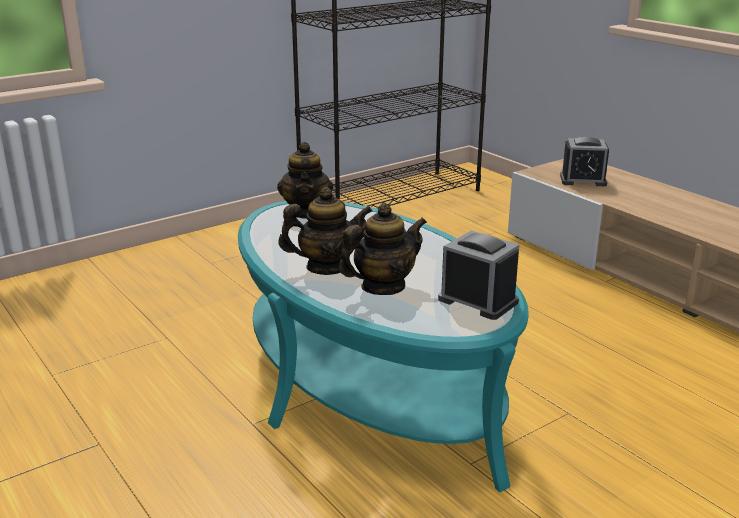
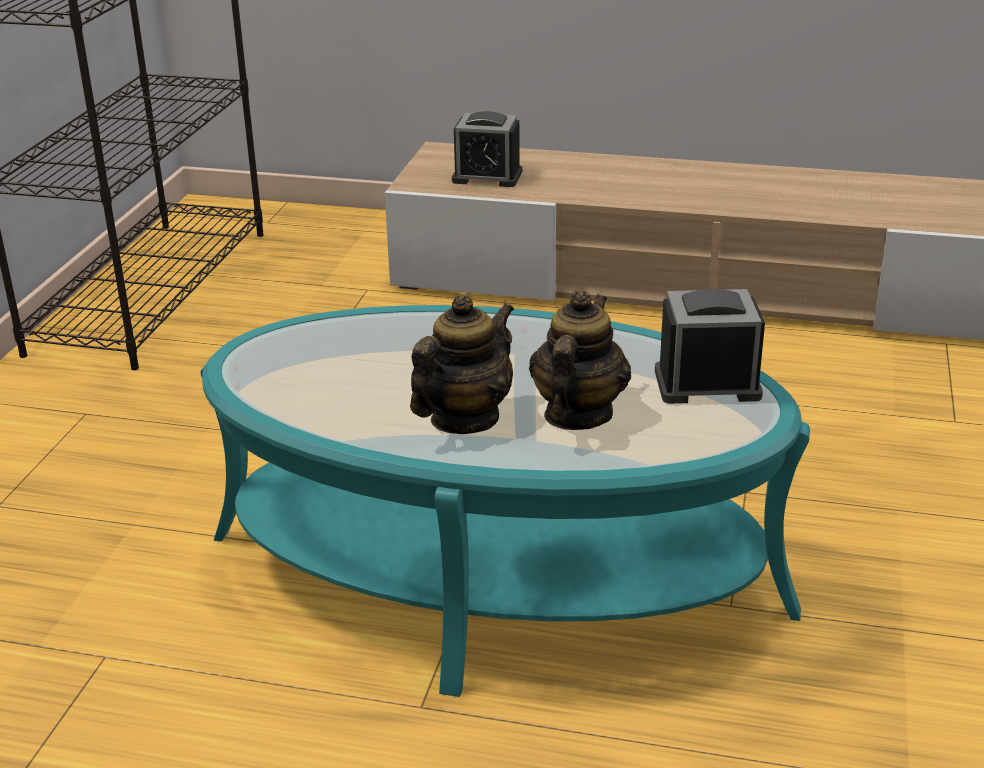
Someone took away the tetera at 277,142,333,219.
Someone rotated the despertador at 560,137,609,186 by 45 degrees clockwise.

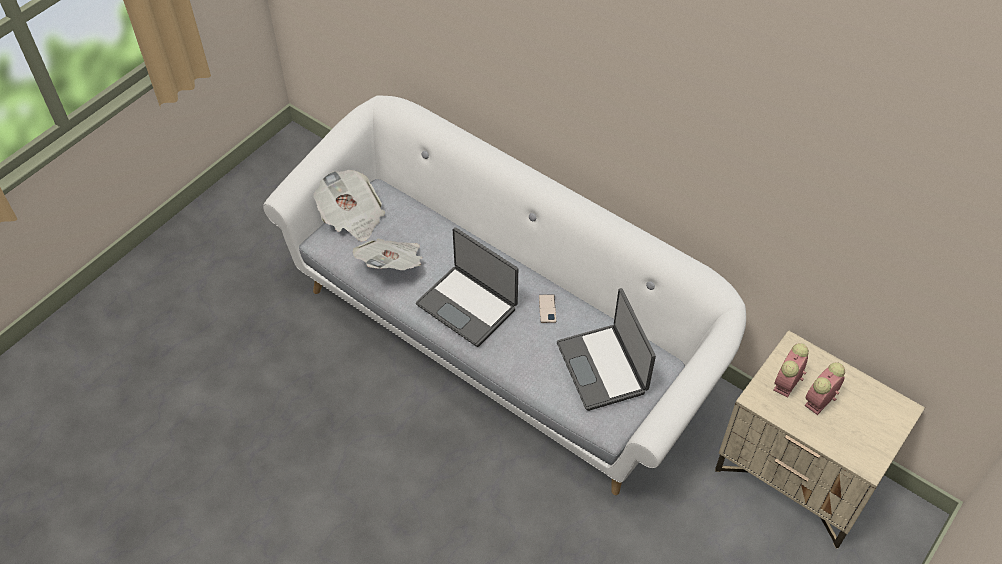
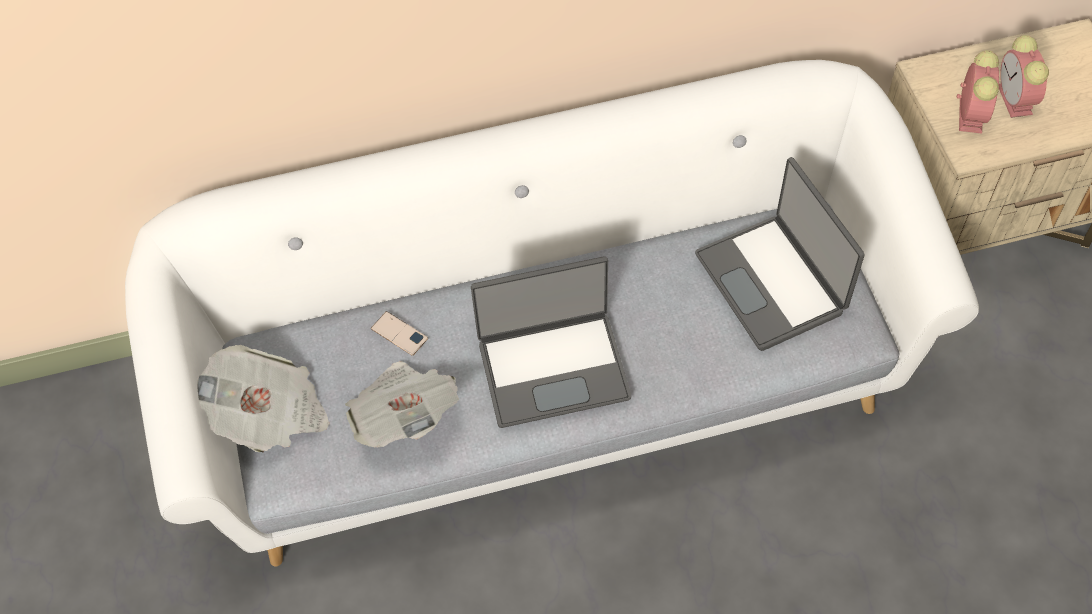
Someone carried the móvil from 539,294,556,323 to 371,311,428,356.
Someone rotated the portátil at 557,288,656,411 by 45 degrees clockwise.
Someone rotated the despertador at 773,343,809,398 by 150 degrees counterclockwise.

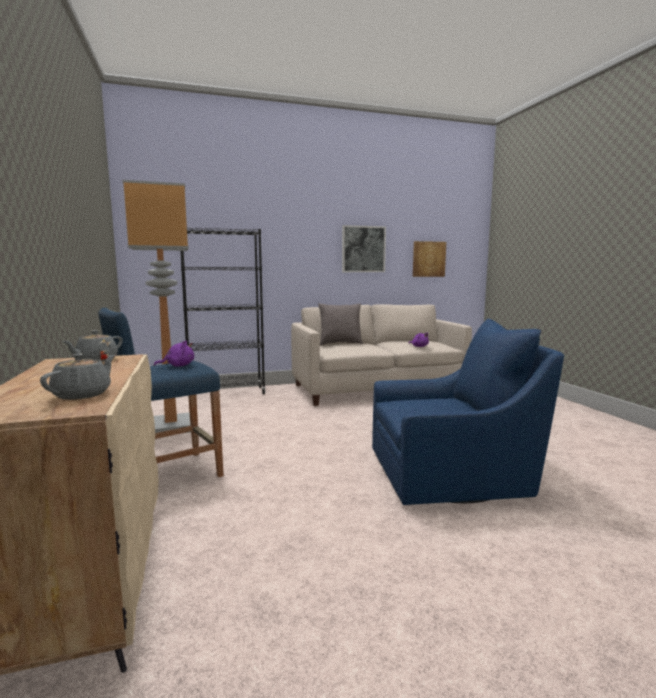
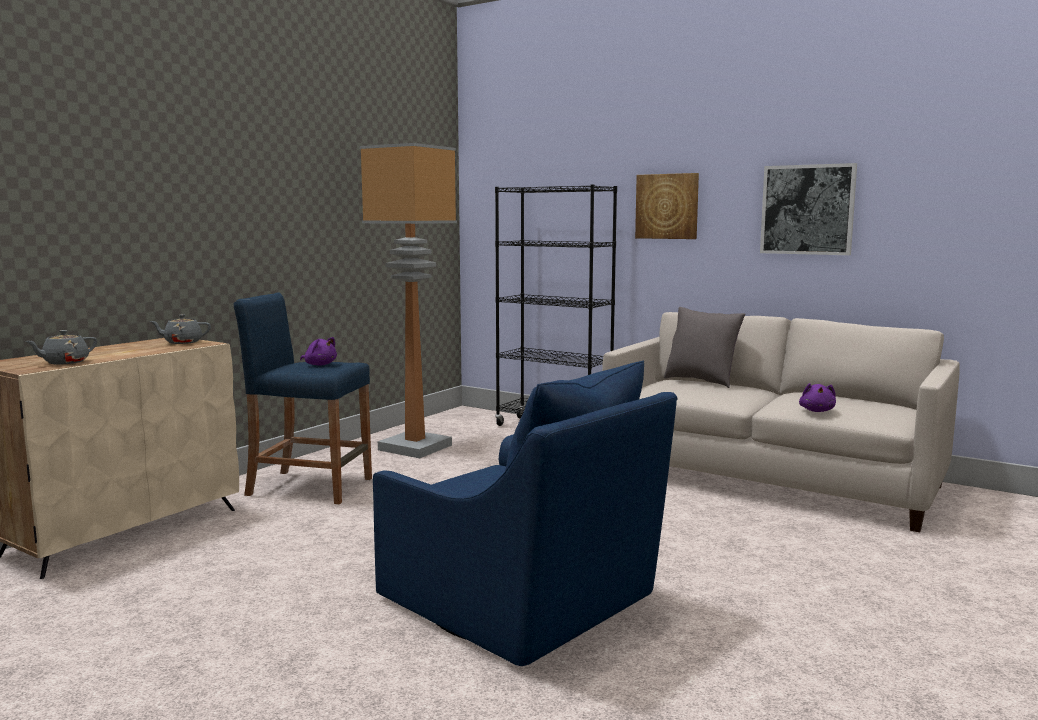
Someone rotated the tetera (gris) at 40,354,115,400 by 150 degrees clockwise.
Someone carried the cuadro from 413,241,446,277 to 635,173,699,239.

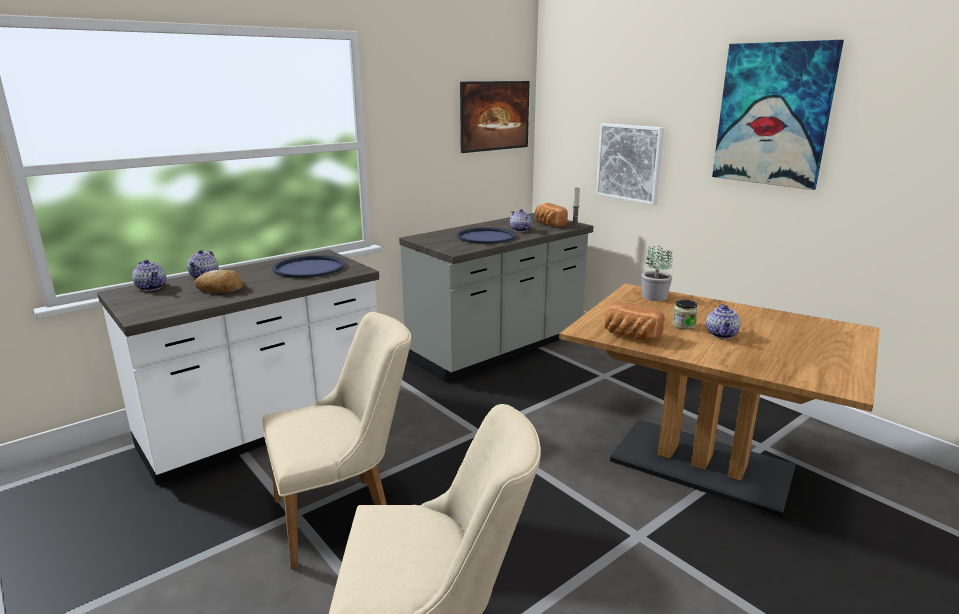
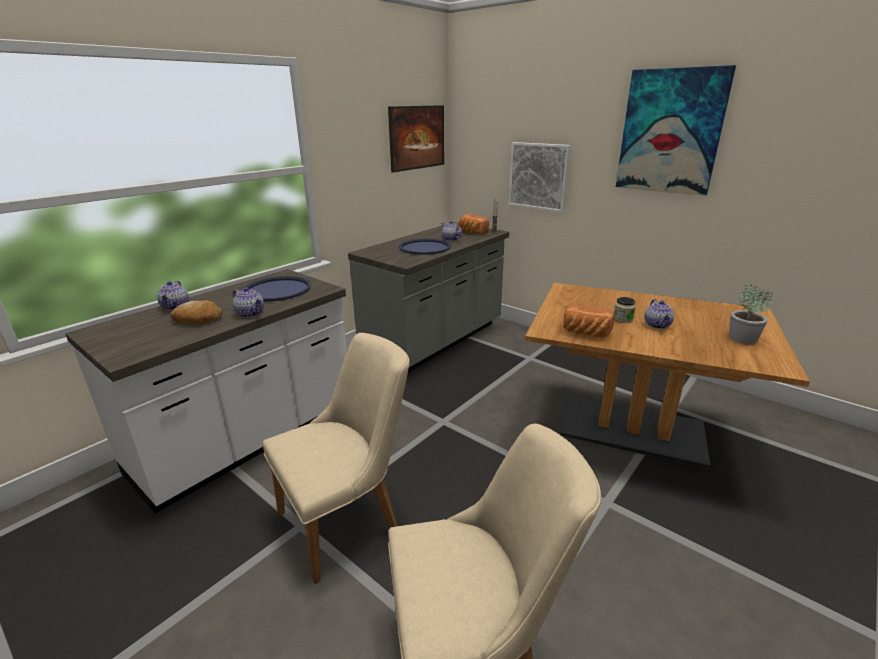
Someone carried the tetera from 132,260,166,291 to 233,287,264,318.
Someone carried the planta en maceta from 641,245,673,301 to 729,285,773,344.

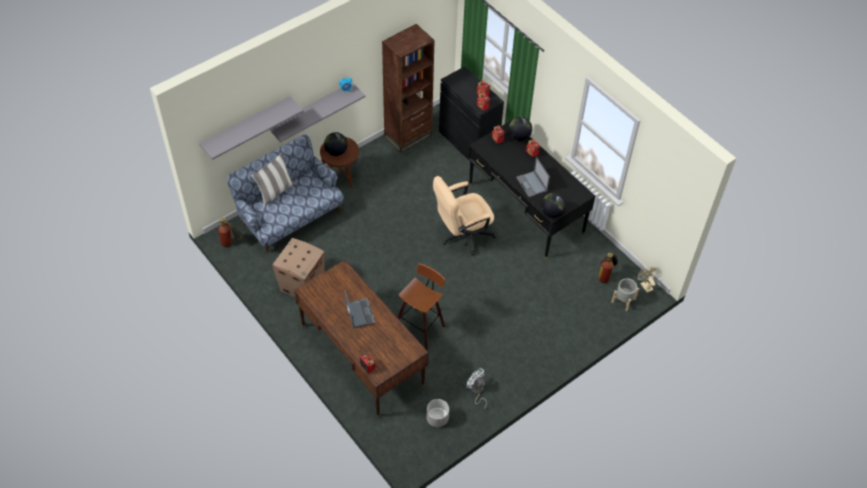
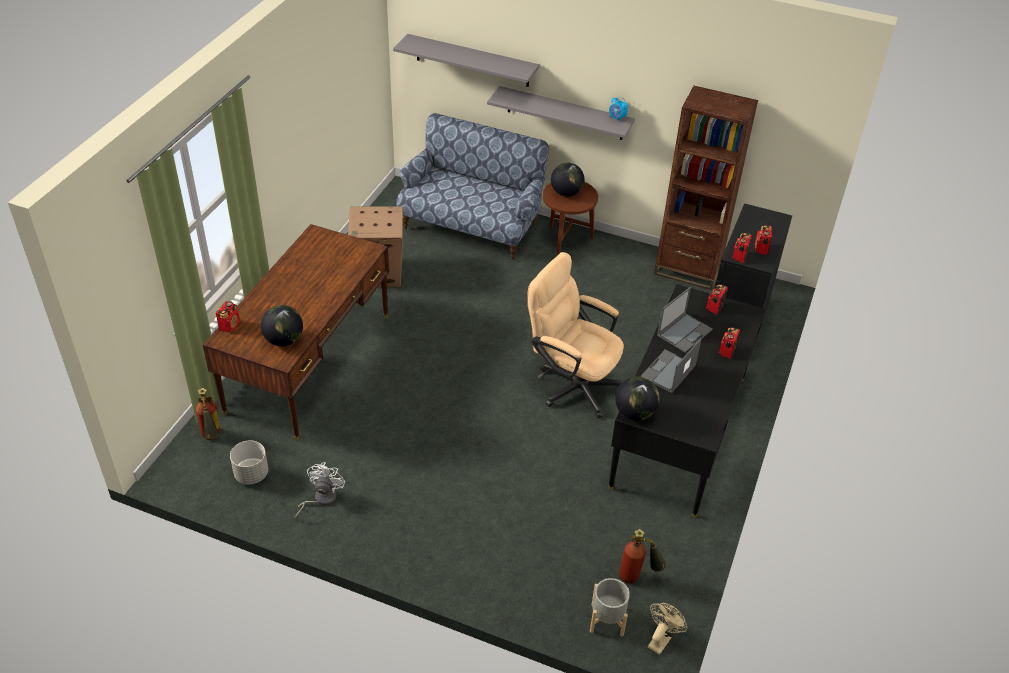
Someone carried the extintor from 219,217,243,247 to 196,388,220,440.
Someone took away the cojín at 251,152,295,207.
Someone carried the portátil from 344,290,376,329 to 657,287,713,352.
Someone took away the taburete at 398,263,445,351.
Someone carried the globo terráqueo from 508,117,532,141 to 261,305,303,346.

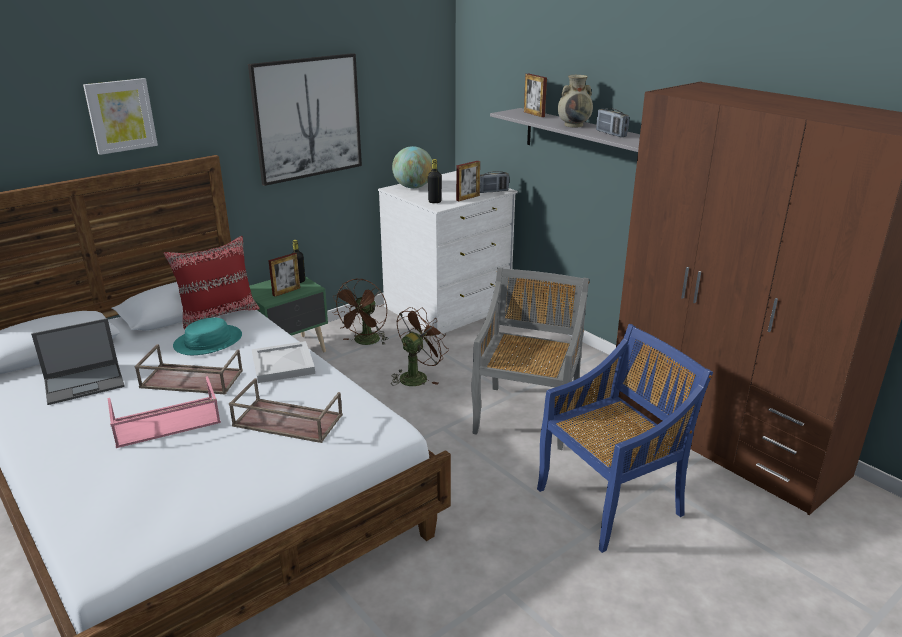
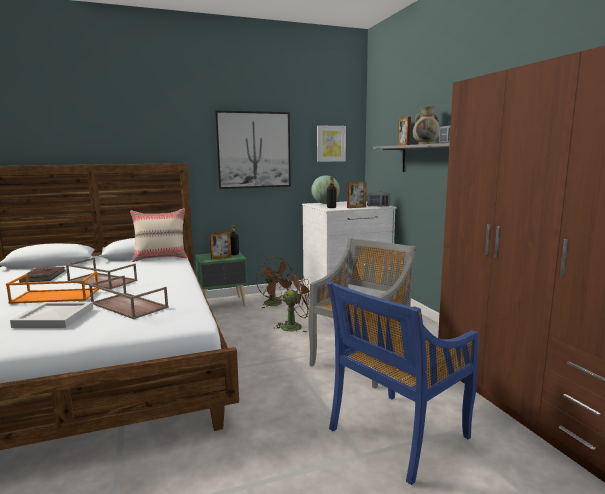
Someone swapped the portátil at 31,318,125,405 for the libro (marrón) at 19,267,67,283.
Someone carried the cuadro from 83,78,158,155 to 317,125,346,162.
Someone repainted the bandeja (rosa) at 108,376,221,448, which became the bandeja (naranja) at 6,271,99,304.
Someone repainted the cojín (rojo) at 164,236,260,329, which became the cojín (beis) at 130,208,188,262.
Someone took away the sombrero (turquesa) at 173,317,242,355.
Someone carried the bandeja (blanco) from 252,341,315,383 to 10,302,94,328.
Someone rotated the ventilador (marrón) at 333,279,389,345 by 75 degrees counterclockwise.
Someone rotated the silla (azul) at 537,324,713,553 by 150 degrees clockwise.

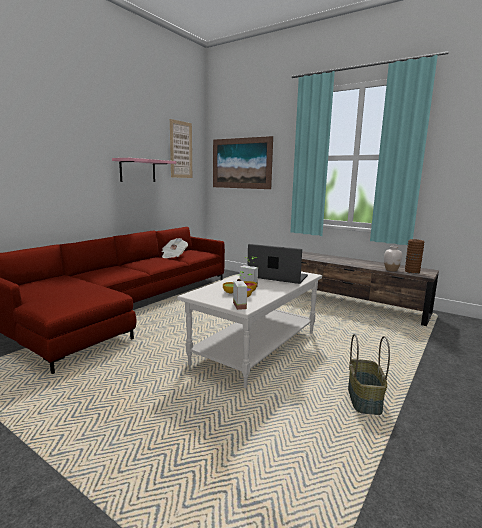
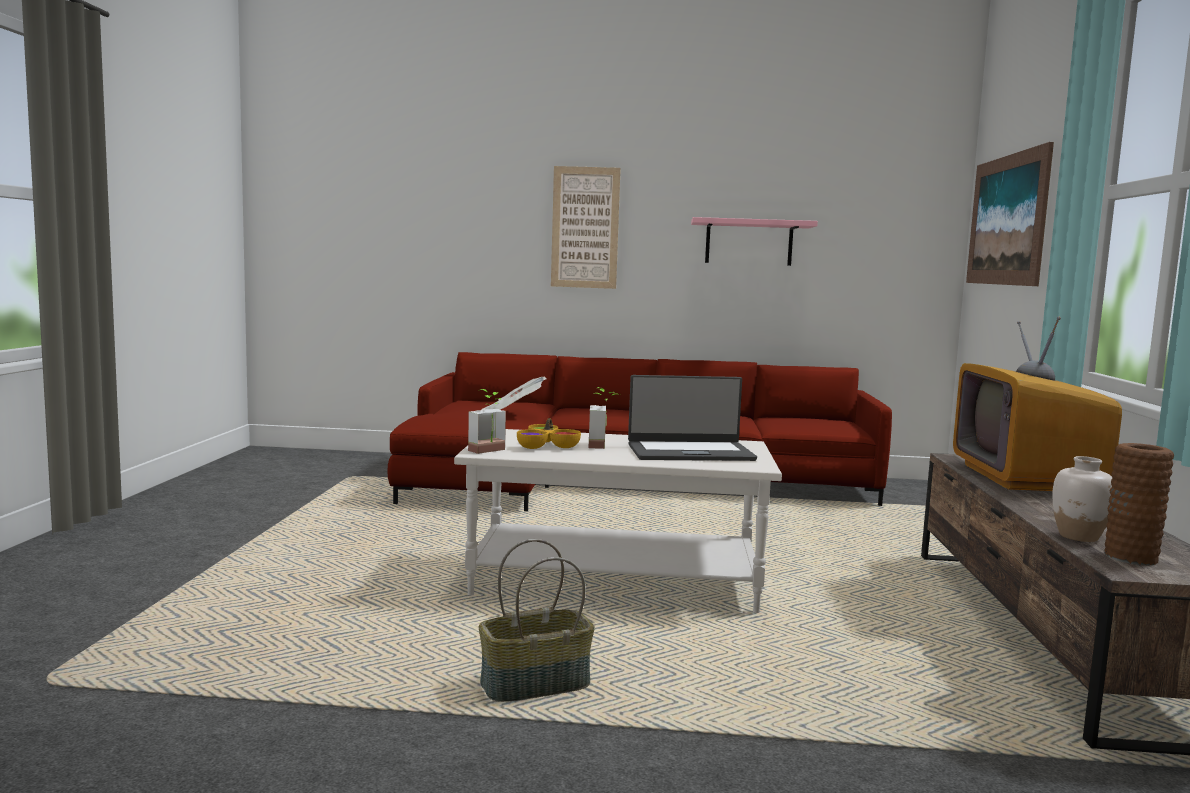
Someone carried the periódico from 162,238,188,258 to 482,377,547,410.
Someone carried the cuadro from 170,119,192,178 to 551,166,621,289.
Someone rotated the portátil at 247,244,308,284 by 90 degrees clockwise.
Someone put down the televisor at 953,316,1122,491.

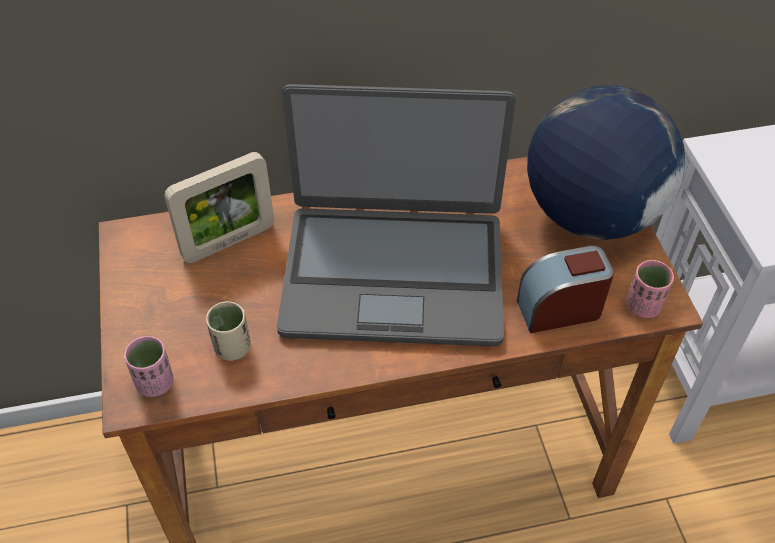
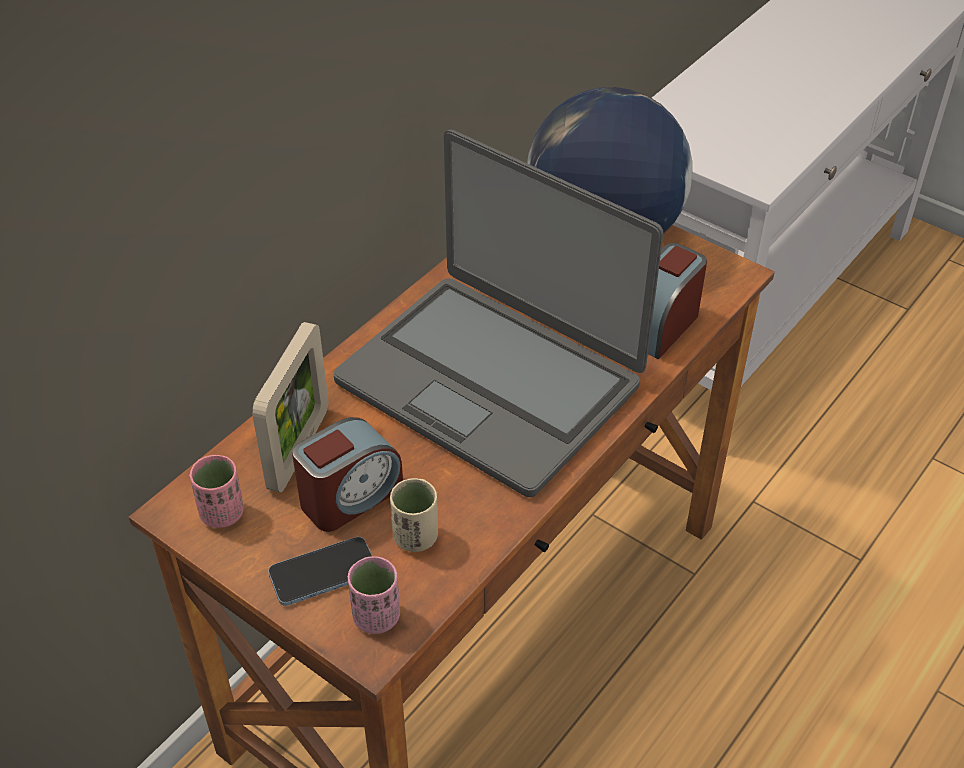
Someone rotated the portátil at 277,84,516,346 by 75 degrees clockwise.
Someone carried the taza (rosa) from 626,260,674,318 to 189,455,244,528.
Someone put down the móvil at 268,537,372,606.
Someone put down the despertador at 292,417,403,532.

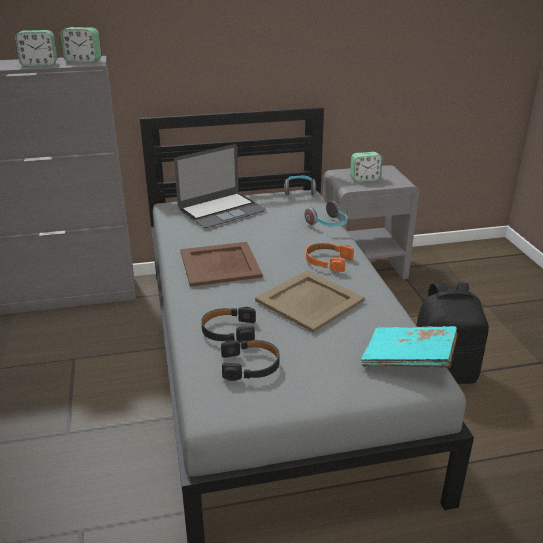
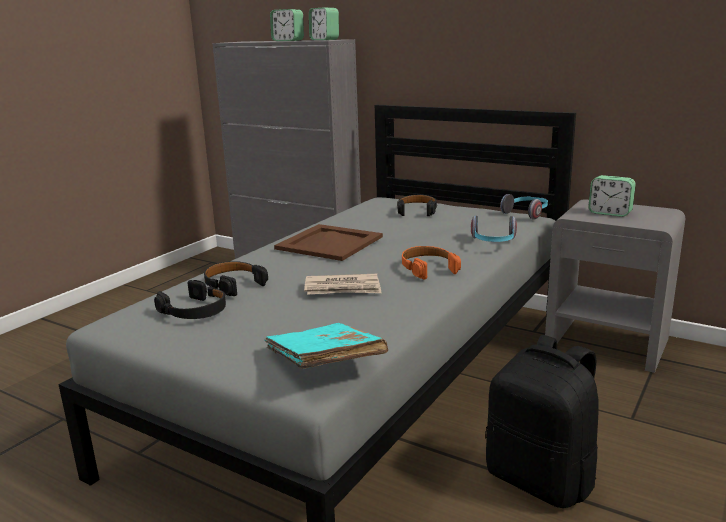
Someone swapped the portátil at 174,144,266,228 for the auriculares (negro) at 397,195,437,216.
Someone swapped the bandeja (beis) at 255,270,365,333 for the periódico at 304,274,382,295.

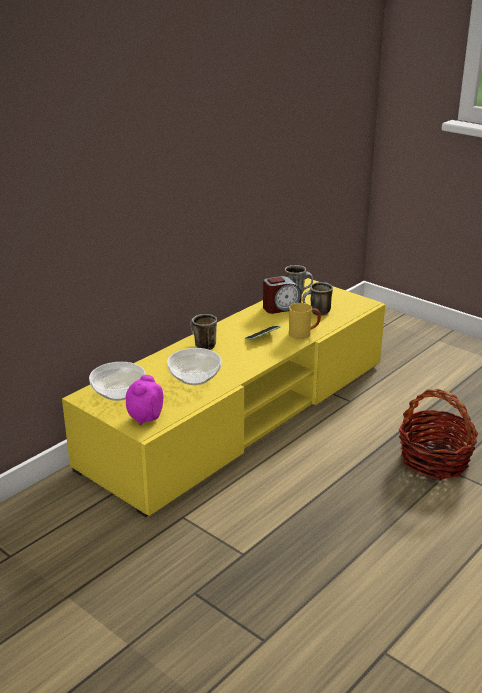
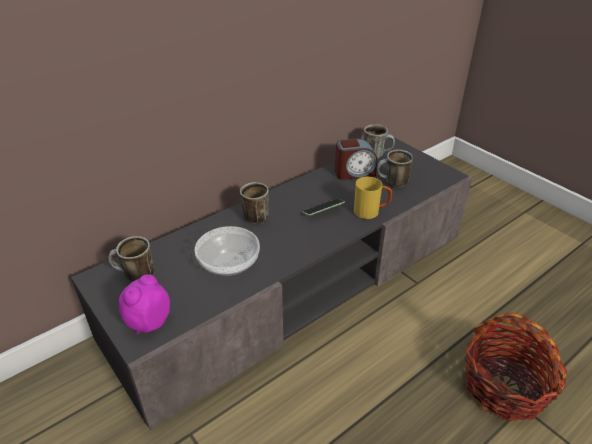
Someone repainted the mueble de televisión (amarillo) at 62,278,385,517, which became the mueble de televisión (gris) at 71,138,472,430.
Someone swapped the cuenco at 89,362,146,401 for the taza grande at 108,236,154,282.

